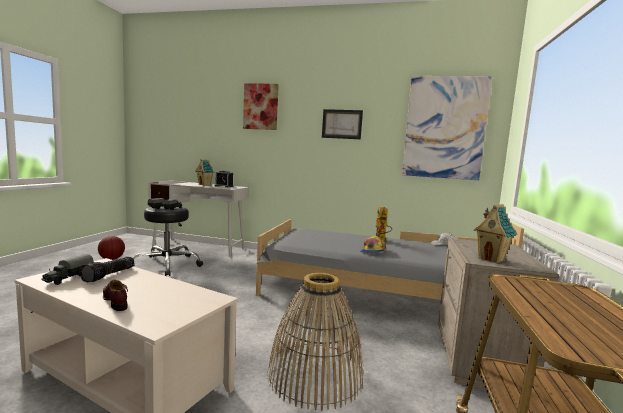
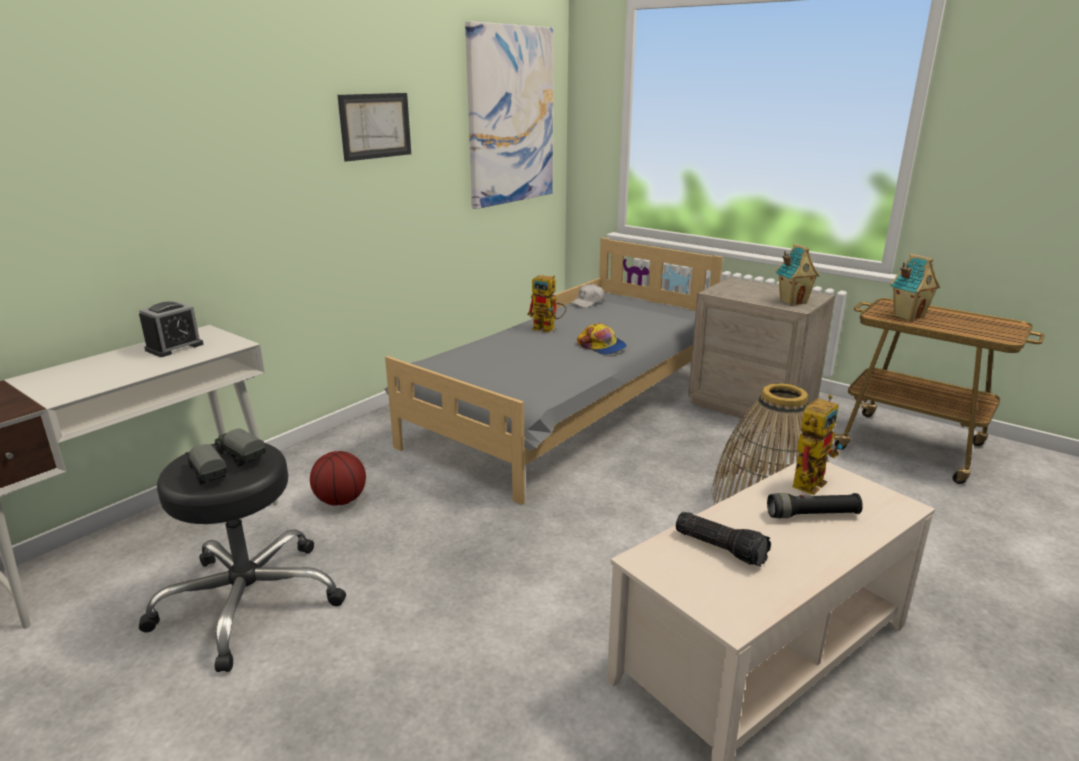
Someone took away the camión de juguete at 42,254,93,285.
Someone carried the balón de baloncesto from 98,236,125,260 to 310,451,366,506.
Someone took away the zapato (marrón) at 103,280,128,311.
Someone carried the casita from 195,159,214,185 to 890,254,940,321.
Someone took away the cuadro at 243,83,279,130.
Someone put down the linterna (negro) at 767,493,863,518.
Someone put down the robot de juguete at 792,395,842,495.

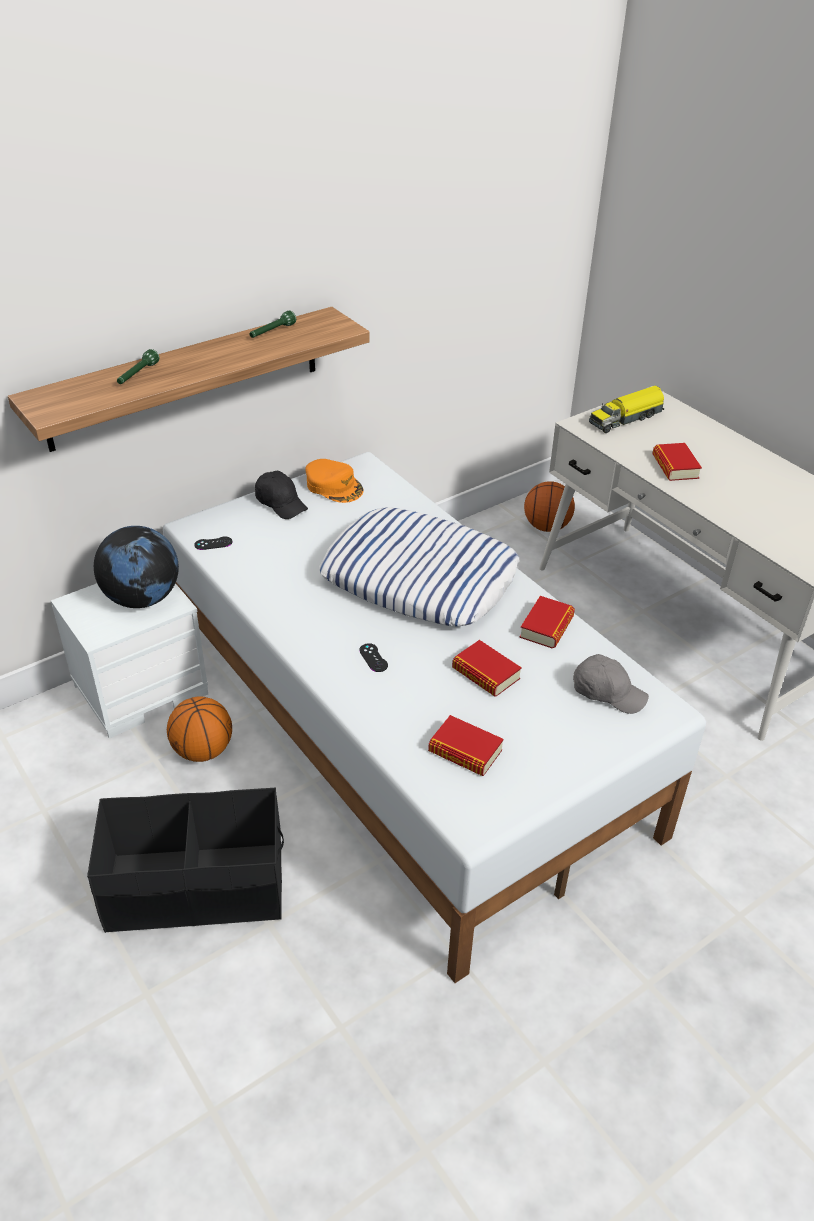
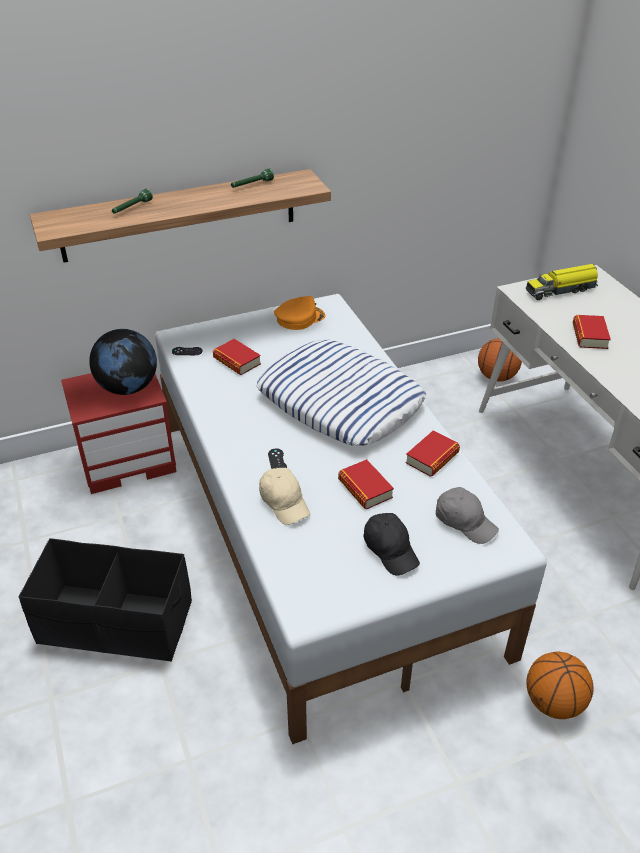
Someone repainted the mesita de noche (blanco) at 51,583,208,738, which became the mesita de noche (rojo) at 61,373,176,494.
Someone carried the balón de baloncesto from 167,697,232,762 to 526,652,594,719.
Someone carried the gorra (negro) from 255,471,308,519 to 363,513,420,576.
Someone rotated the gorra (naranja) at 305,459,363,503 by 90 degrees counterclockwise.
Someone carried the libro from 428,715,504,776 to 213,339,261,375.
Someone put down the gorra (beis) at 259,468,310,525.

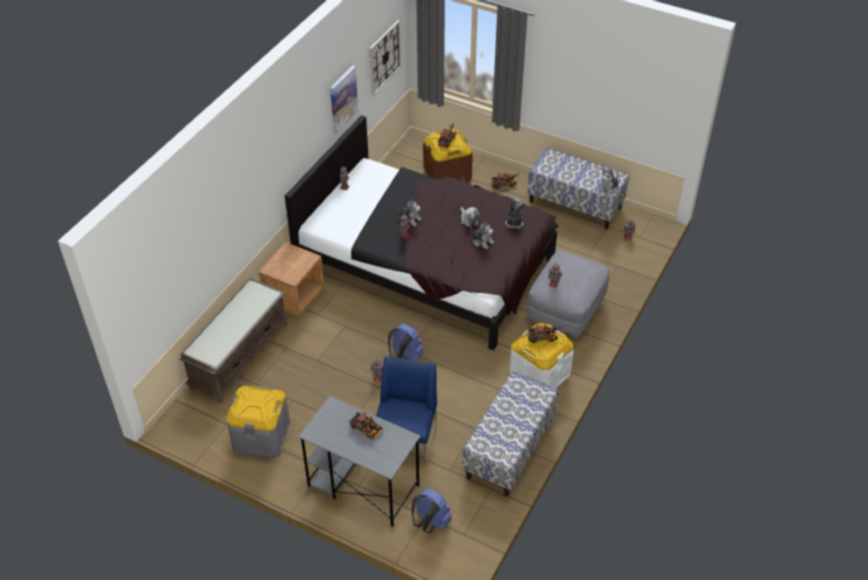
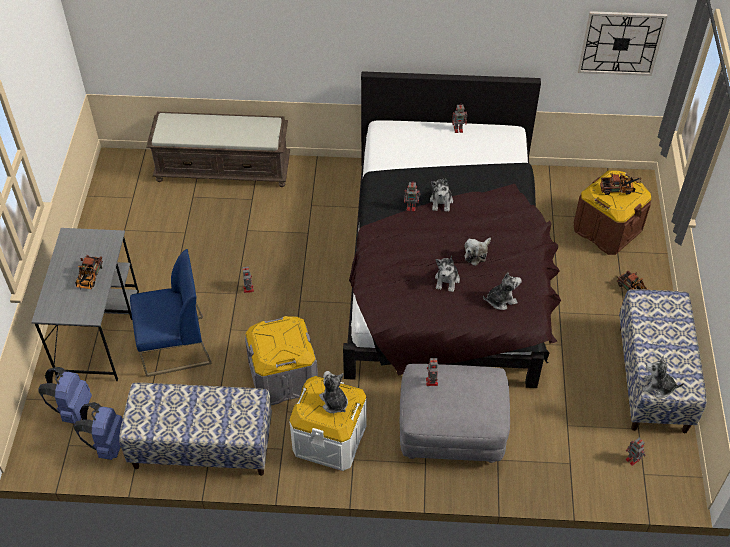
Someone carried the caja de almacenaje (gris) from 226,386,290,458 to 245,316,318,405.
Someone took away the mesita de noche (marrón) at 259,242,325,318.
Someone took away the cuadro at 330,65,358,134.
Someone carried the mochila (azul) from 388,323,424,360 to 74,402,123,460.
Someone swapped the camión de juguete at 527,323,562,343 for the peluche at 319,371,348,413.

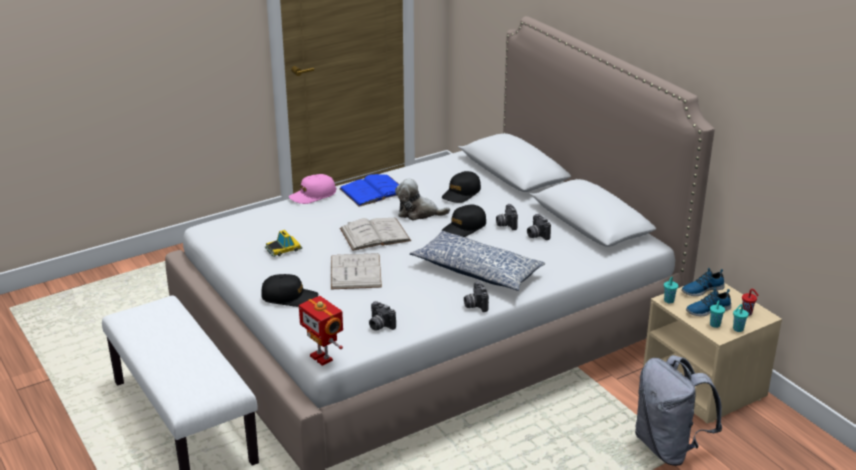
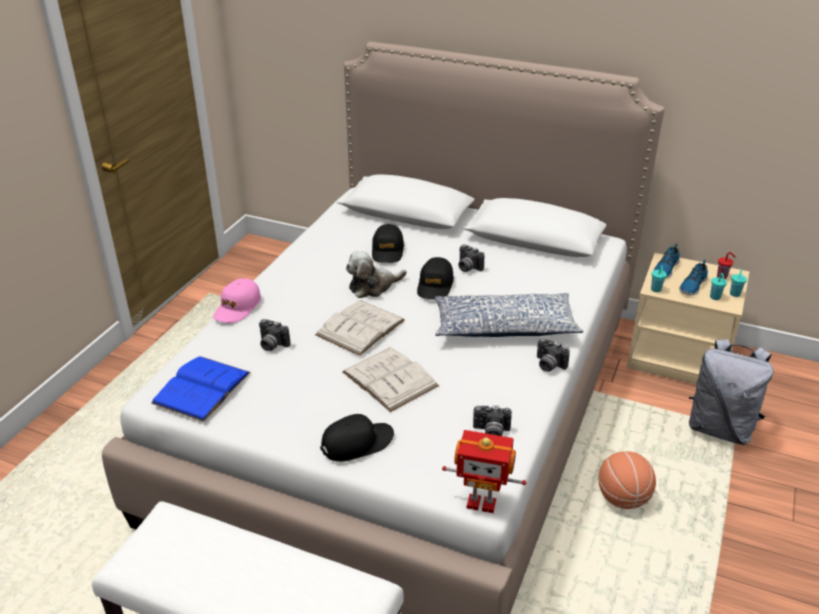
Someone took away the coche de juguete at 265,230,302,257.
Someone carried the libro (azul) from 339,174,400,207 to 151,356,251,422.
Someone carried the cámara from 527,214,551,240 to 259,319,290,351.
Someone put down the balón de baloncesto at 598,451,656,509.

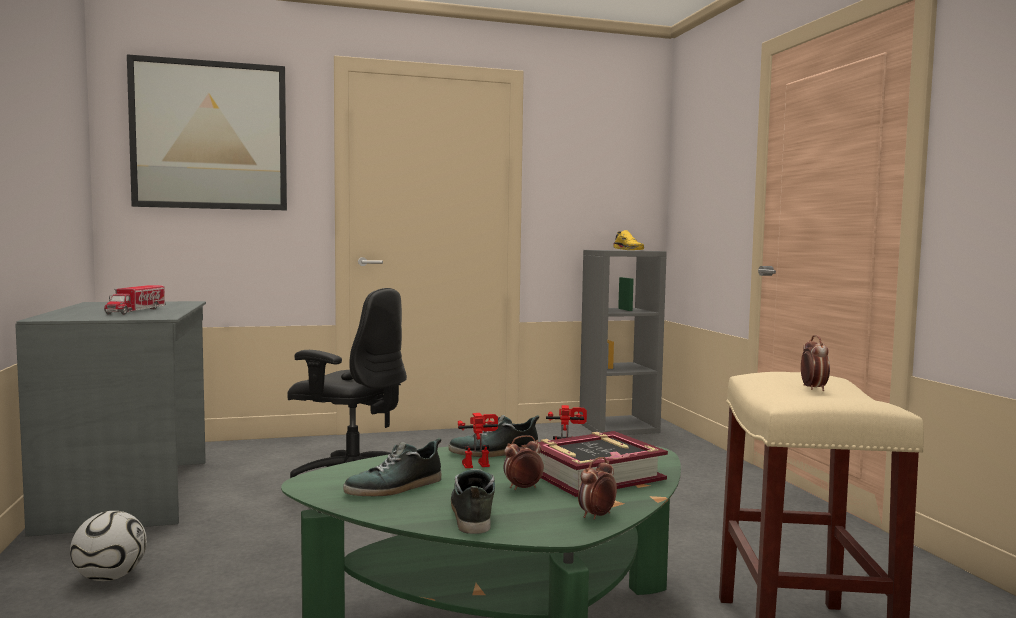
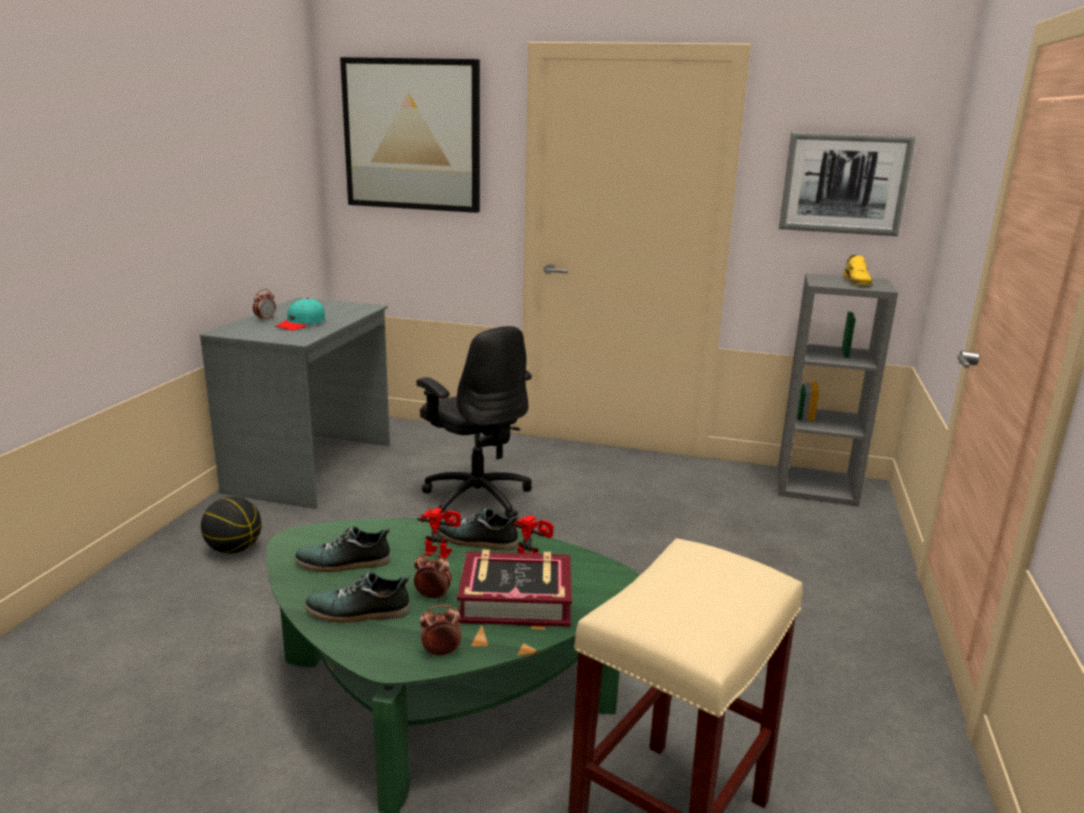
Someone swapped the balón de fútbol at 70,511,147,581 for the balón de baloncesto at 201,496,262,554.
Someone swapped the camión de juguete at 104,285,166,315 for the gorra (turquesa) at 275,298,325,331.
Someone rotated the zapato at 451,469,495,534 by 120 degrees counterclockwise.
Someone carried the despertador from 801,335,830,391 to 253,289,276,321.
Someone put up the cuadro at 779,132,916,236.

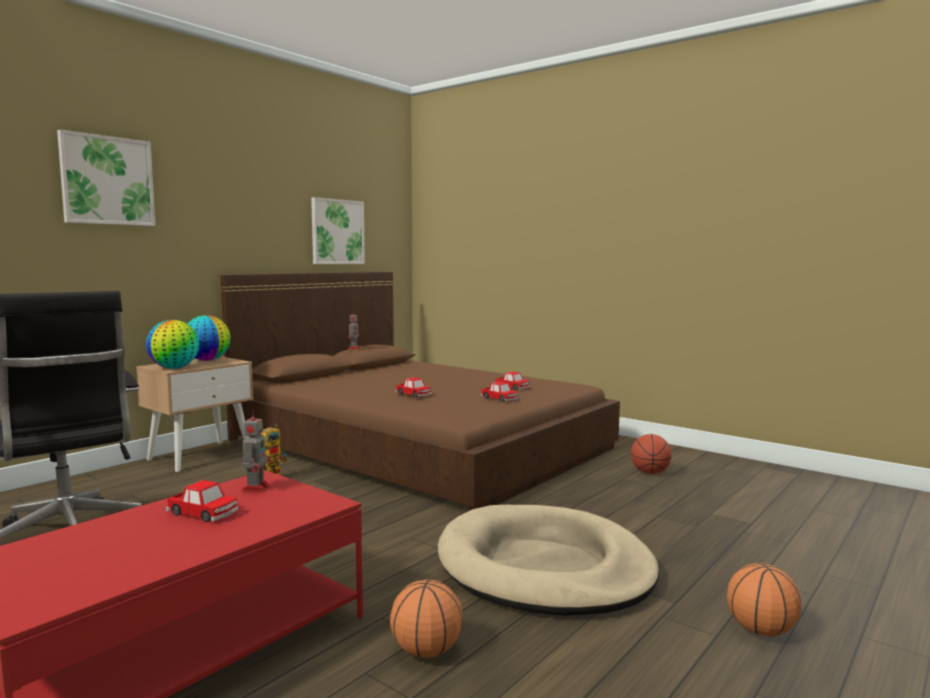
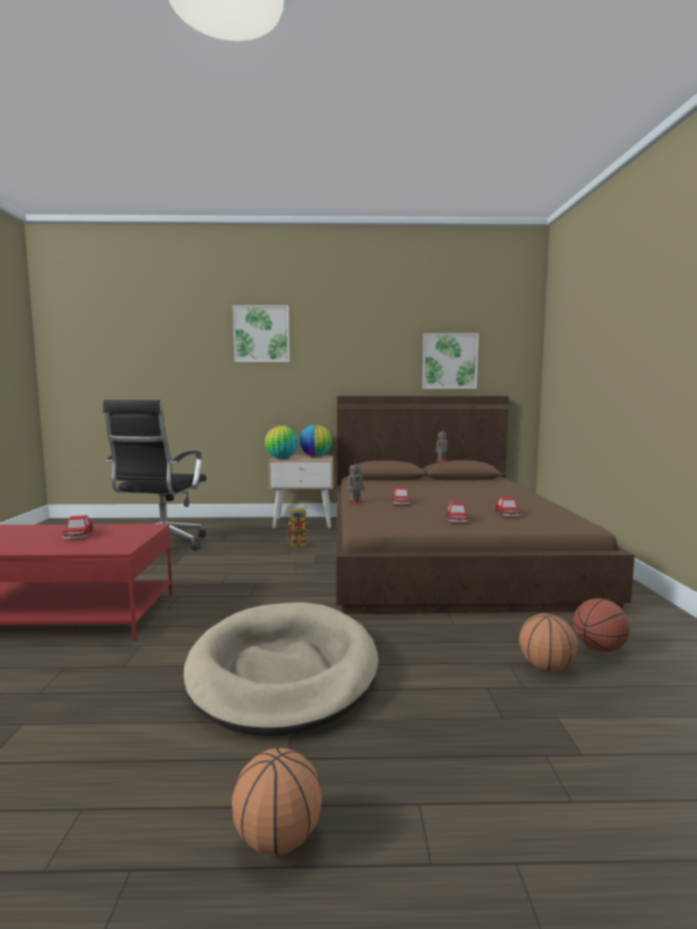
Someone carried the robot de juguete from 242,410,270,492 to 348,461,365,504.
Someone carried the balón de baloncesto from 390,579,462,658 to 519,613,578,671.

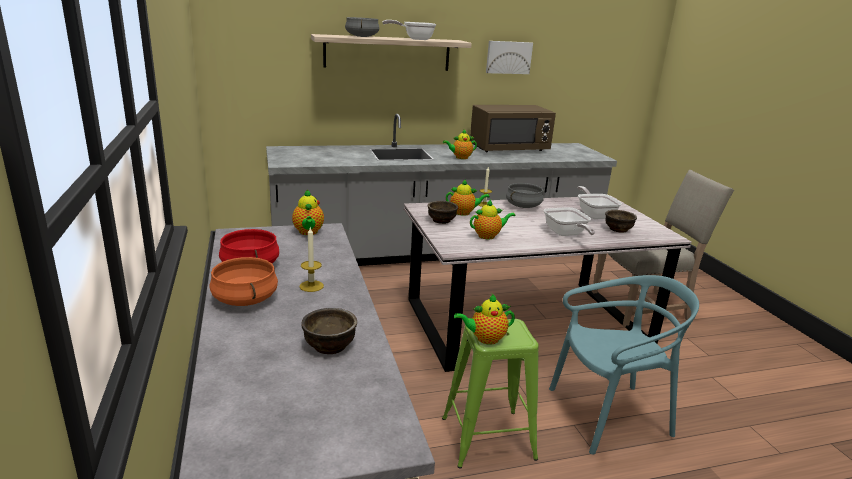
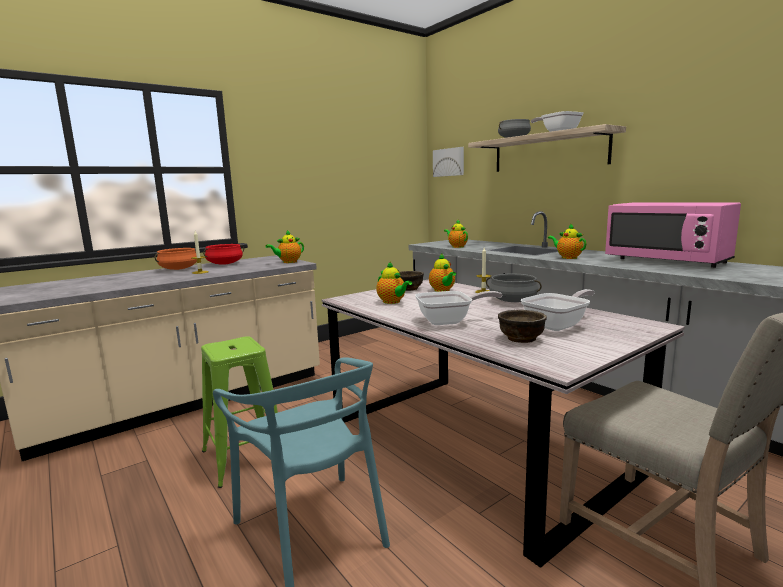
Someone took away the cuenco (marrón) at 301,308,357,354.
Someone carried the tetera from 454,294,515,344 to 444,220,468,248.
Someone repainted the microondas (marrón) at 470,105,556,152, which became the microondas (rosa) at 605,202,741,268.
Someone carried the cuadro from 486,41,533,74 to 433,147,464,177.
Someone rotated the sartén at 544,207,595,236 by 150 degrees counterclockwise.

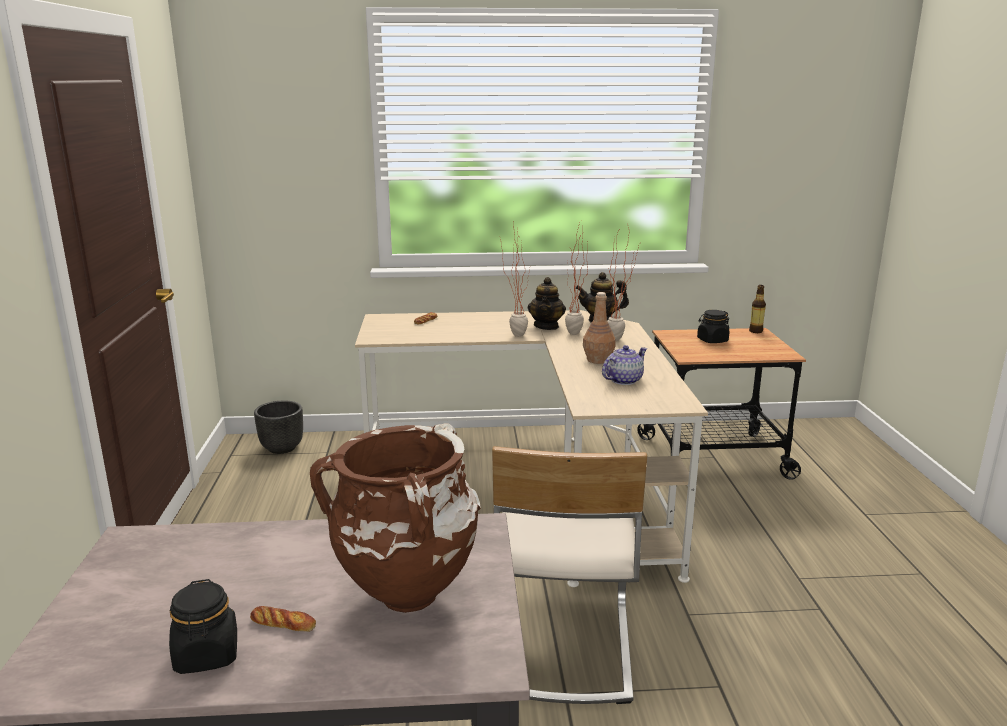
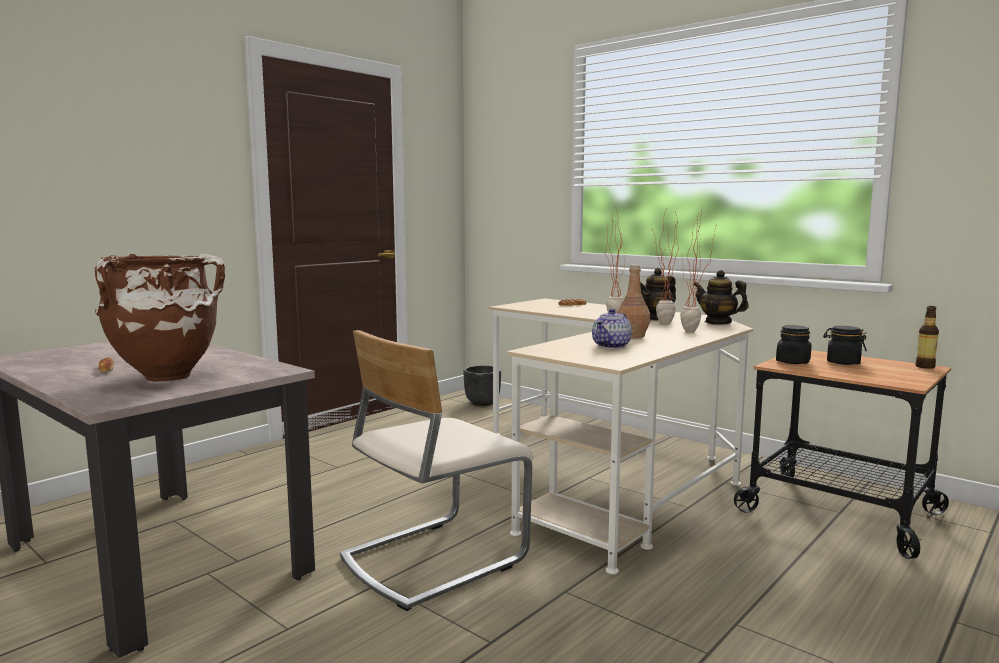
Someone carried the tarro (negro) from 169,579,237,674 to 776,325,811,364.
Someone rotated the tetera at 602,345,647,385 by 120 degrees clockwise.

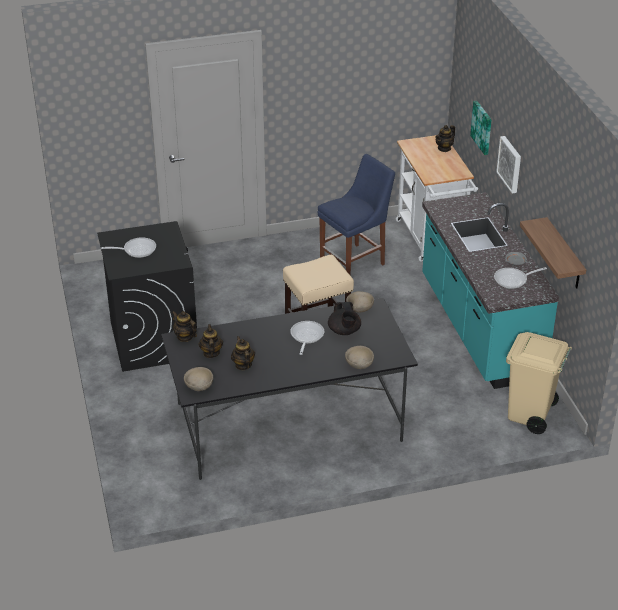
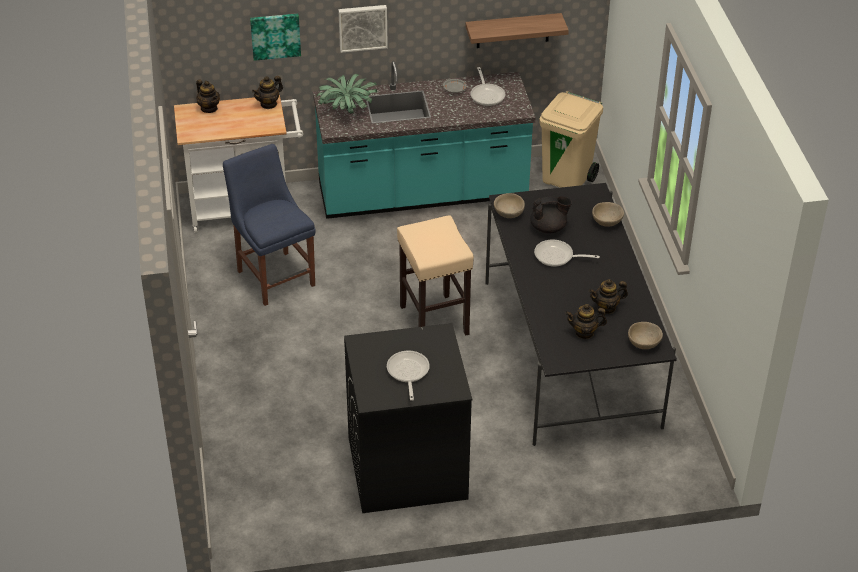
Someone carried the tetera from 172,311,197,342 to 252,76,283,109.
Someone put down the planta en maceta at 317,74,377,114.

